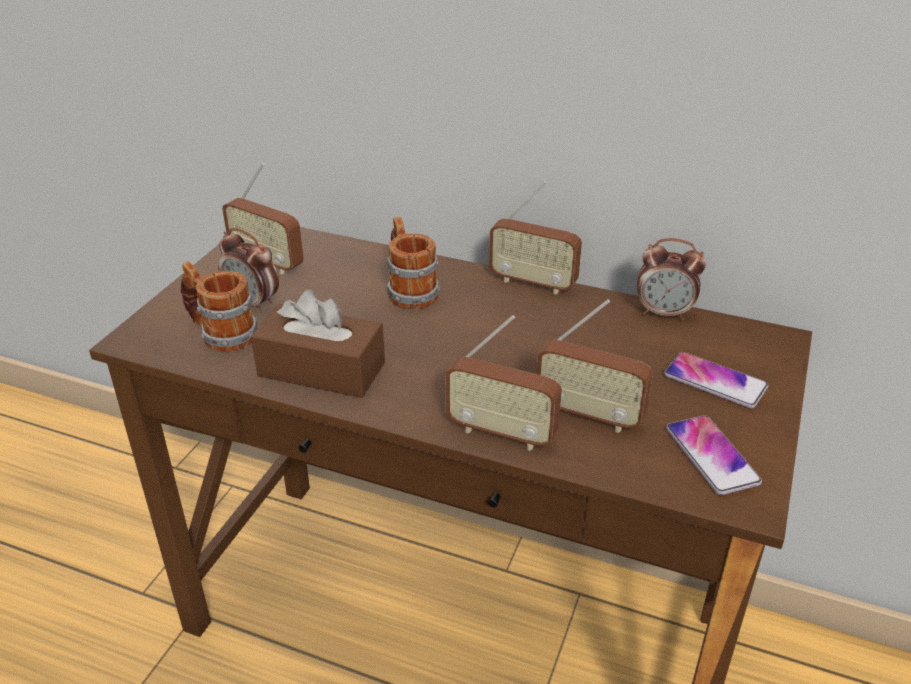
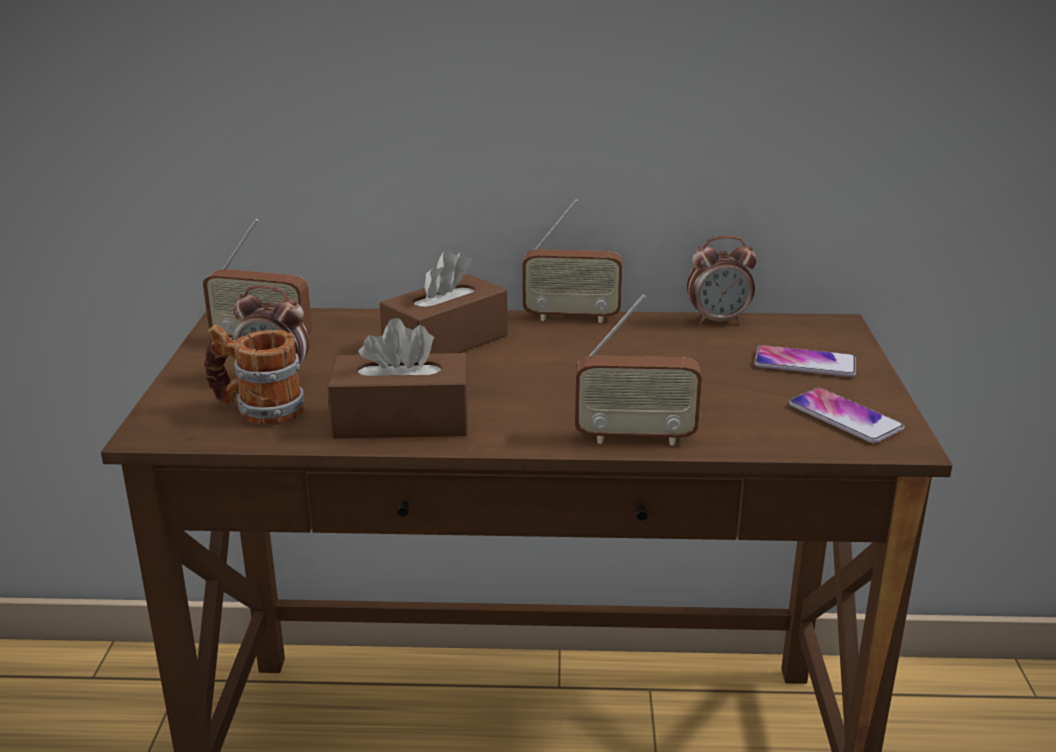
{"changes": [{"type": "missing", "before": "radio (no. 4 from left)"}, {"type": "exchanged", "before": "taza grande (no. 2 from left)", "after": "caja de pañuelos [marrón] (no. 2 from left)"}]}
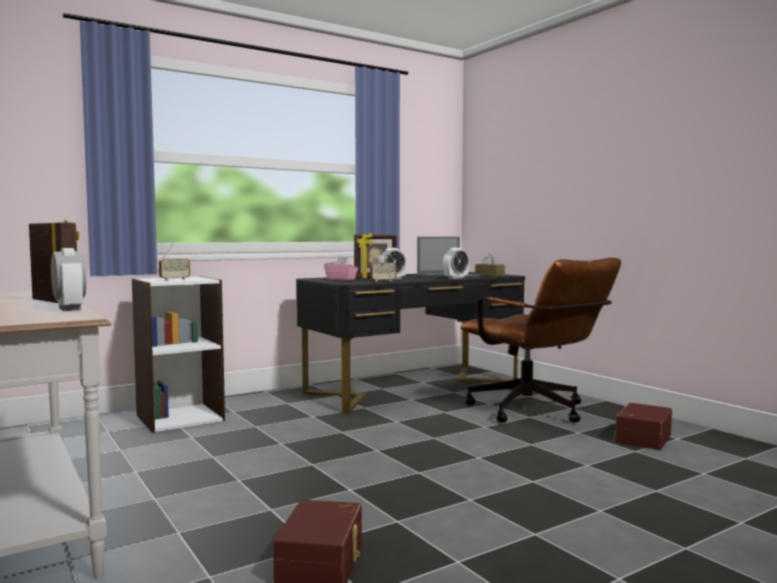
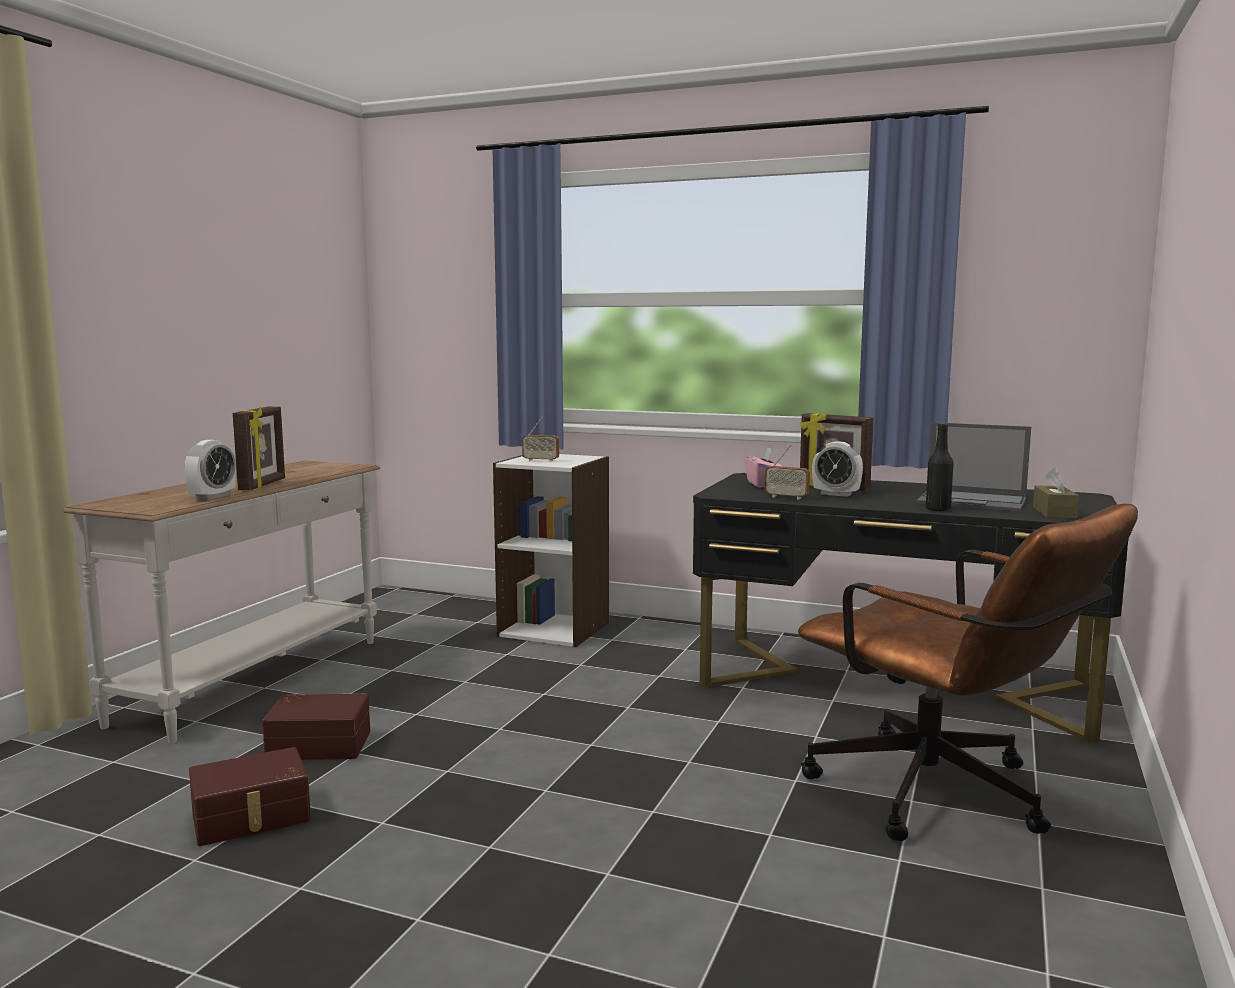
{"changes": [{"type": "relocated", "before": "caja de almacenaje [marrón] (no. 2 from left)"}, {"type": "exchanged", "before": "despertador (no. 3 from left)", "after": "botella [negro]"}, {"type": "spun", "before": "silla de oficina [marrón]", "turn": -60}]}
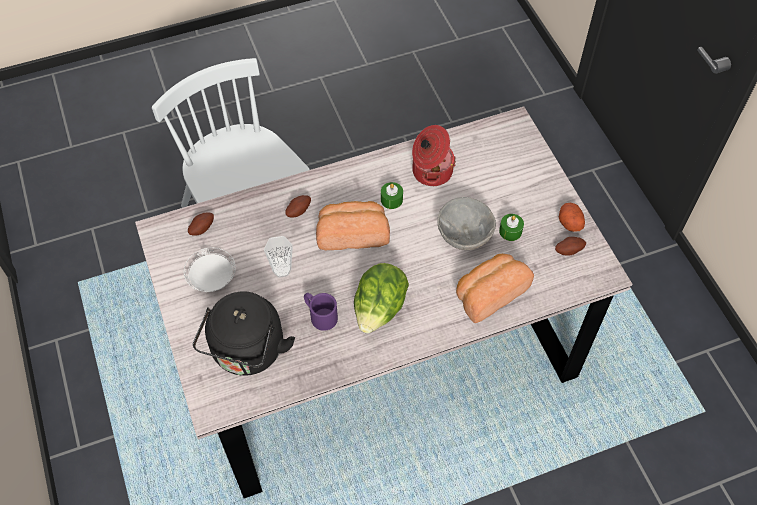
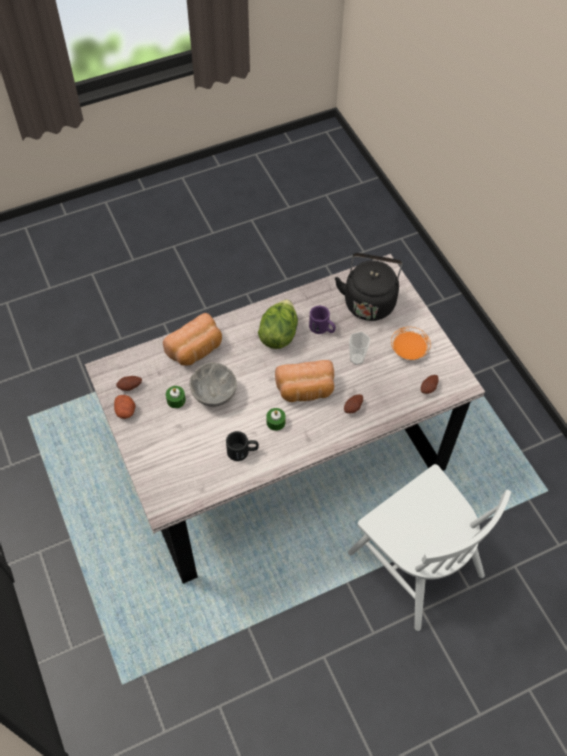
{"changes": [{"type": "exchanged", "before": "olla", "after": "taza grande [negro]"}, {"type": "colour", "before": "plato [blanco]", "after": "plato [naranja]"}]}
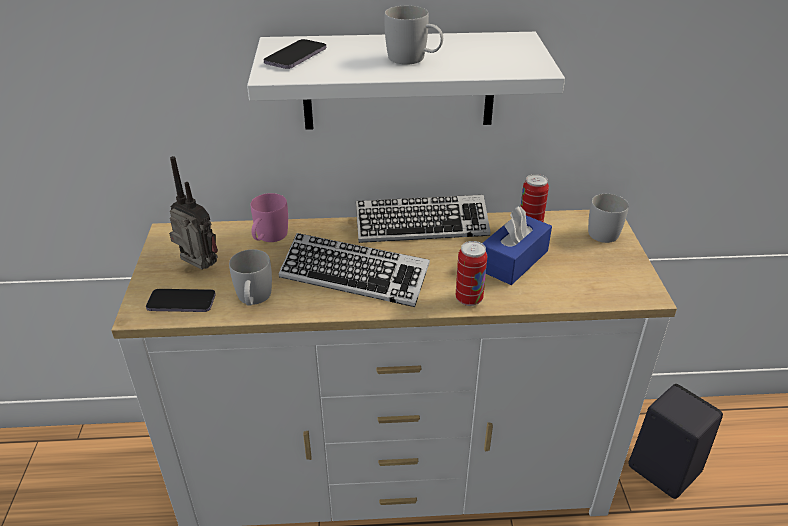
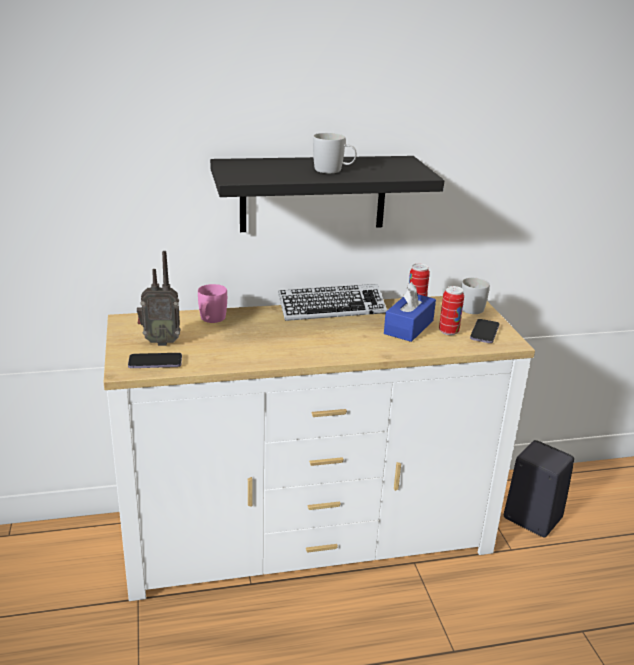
{"changes": [{"type": "missing", "before": "taza grande [blanco] (no. 1 from left)"}, {"type": "missing", "before": "teclado (no. 1 from left)"}, {"type": "relocated", "before": "móvil (no. 2 from left)"}, {"type": "relocated", "before": "lata (no. 1 from left in the first image)", "after": "lata (no. 2 from left)"}, {"type": "colour", "before": "estante [blanco]", "after": "estante [negro]"}, {"type": "spun", "before": "radio", "turn": 150}]}
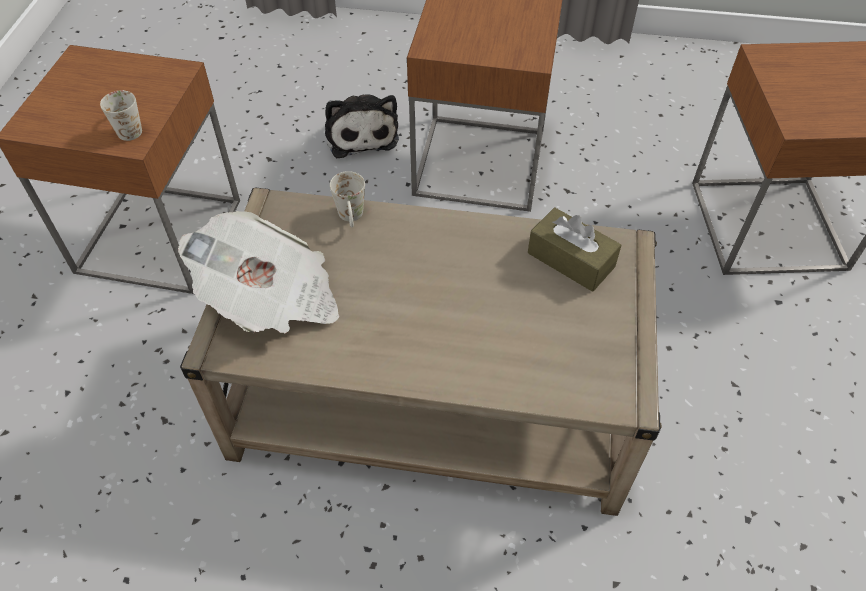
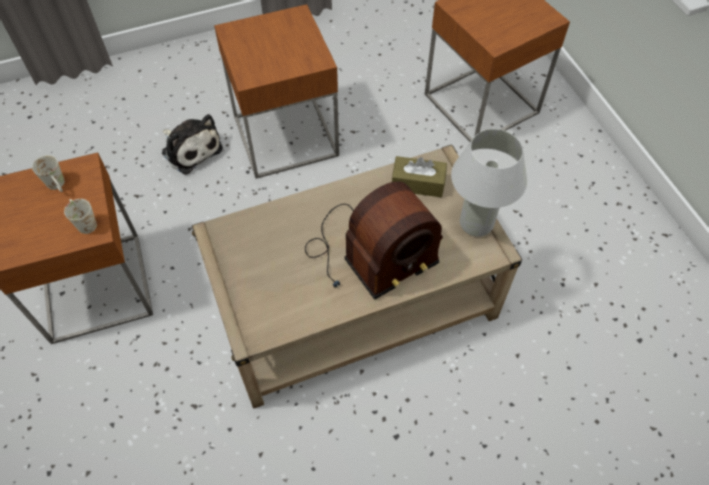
{"changes": [{"type": "missing", "before": "periódico"}, {"type": "appeared", "after": "radio"}, {"type": "appeared", "after": "lámpara de mesa [blanco]"}, {"type": "relocated", "before": "taza grande [blanco] (no. 2 from left in the first image)", "after": "taza grande [blanco] (no. 1 from left)"}]}
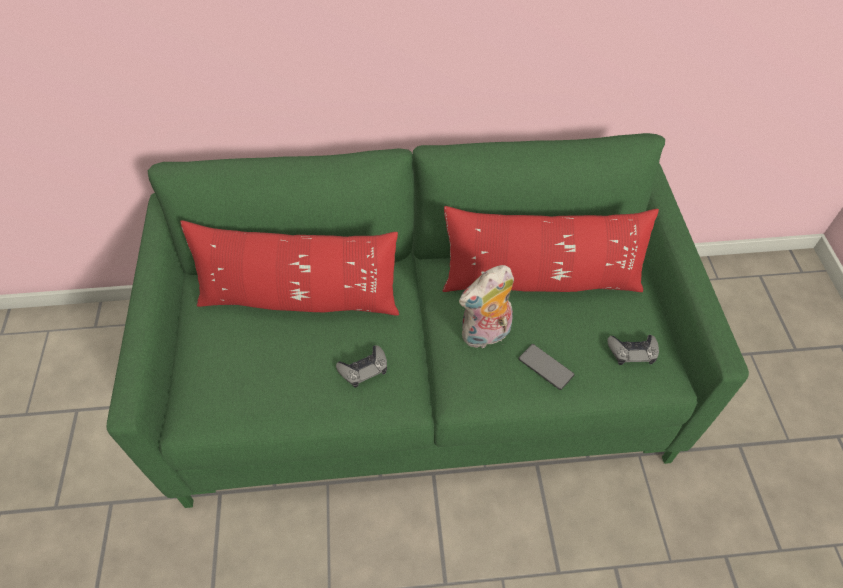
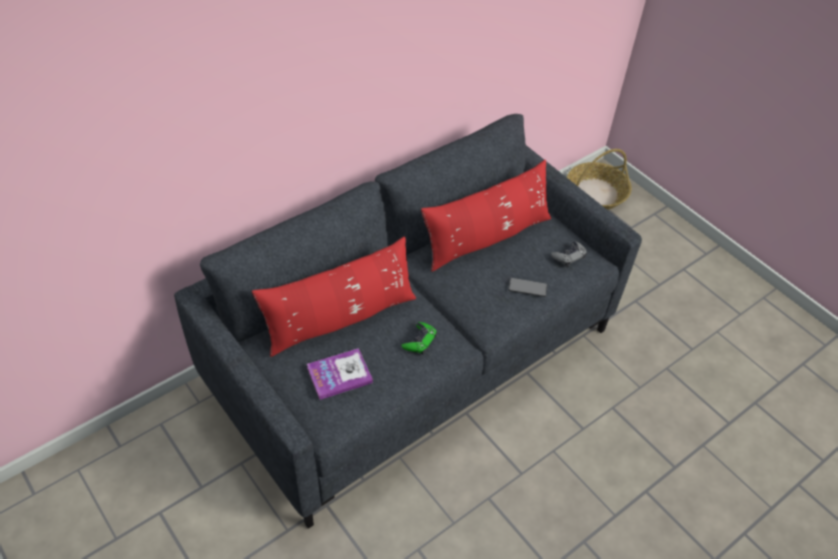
{"changes": [{"type": "missing", "before": "peluche"}, {"type": "appeared", "after": "libro"}, {"type": "appeared", "after": "cesta"}, {"type": "colour", "before": "sofá [verde]", "after": "sofá [gris]"}, {"type": "colour", "before": "mando de consola [gris] (no. 1 from left)", "after": "mando de consola [verde]"}]}
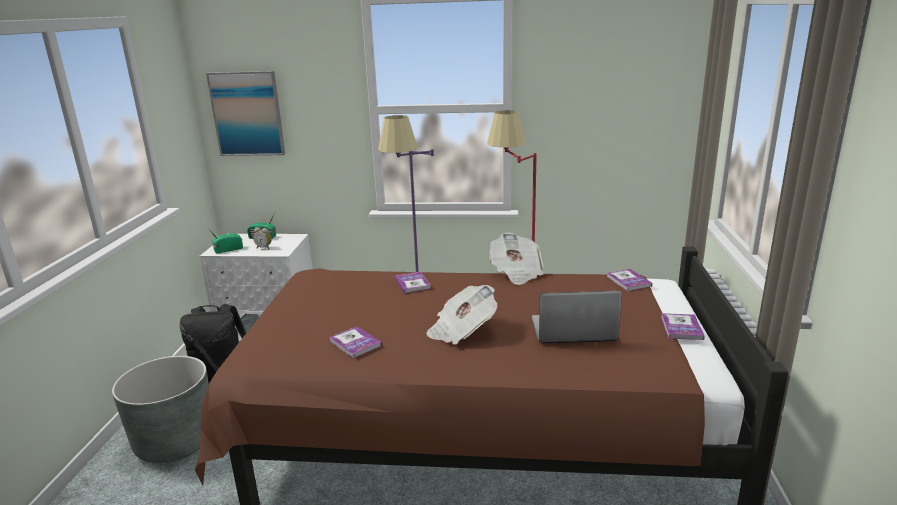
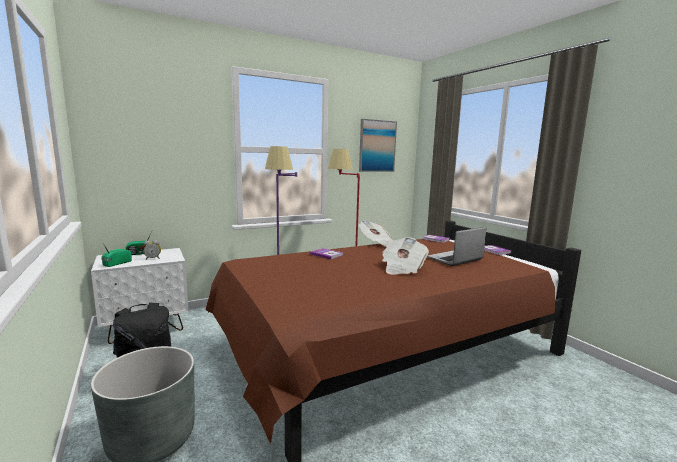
{"changes": [{"type": "missing", "before": "libro (no. 1 from left)"}, {"type": "relocated", "before": "cuadro"}]}
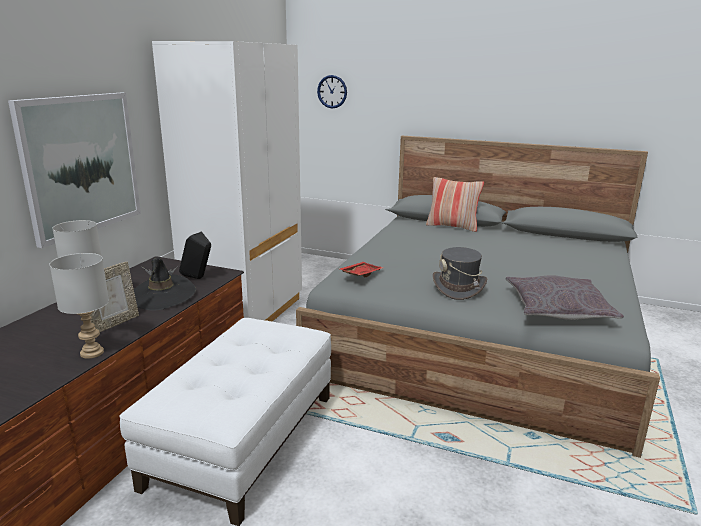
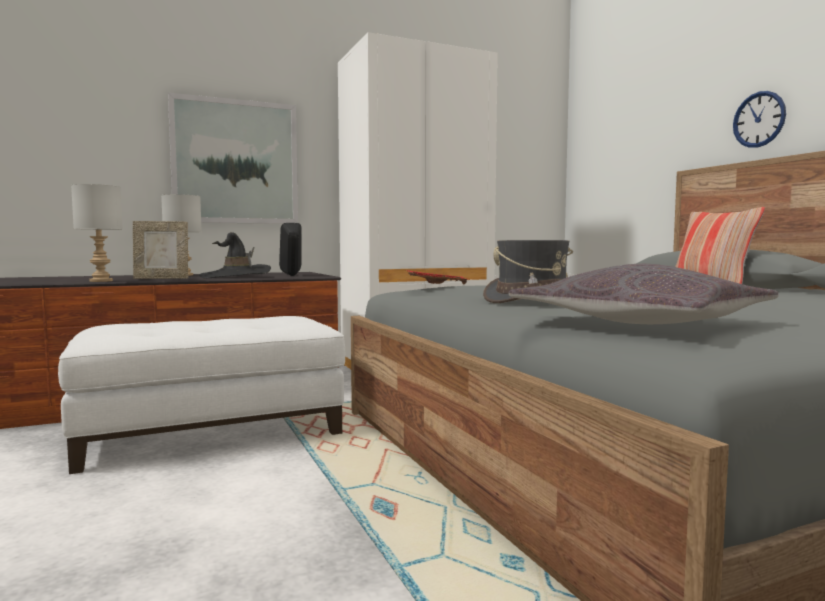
{"changes": [{"type": "relocated", "before": "reloj de pared"}]}
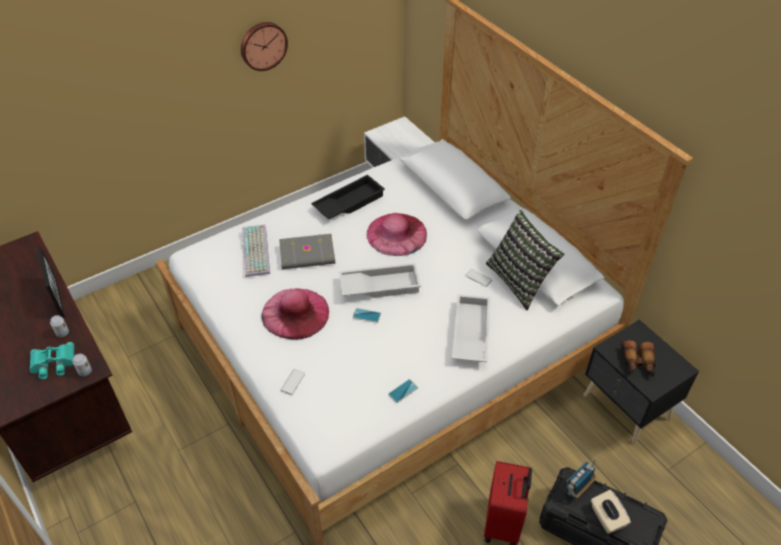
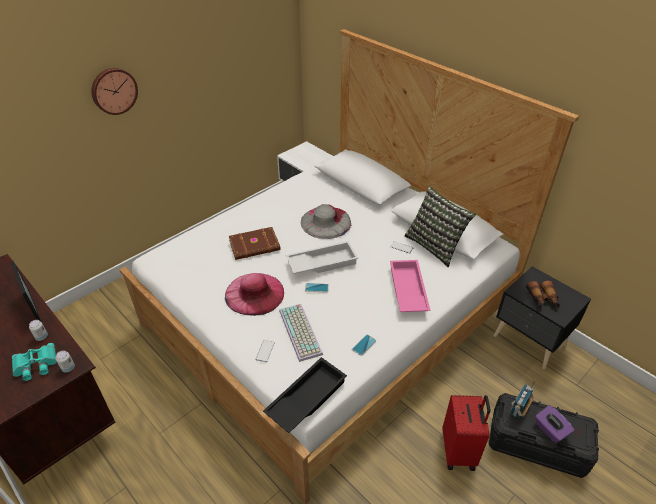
{"changes": [{"type": "relocated", "before": "reloj de pared"}, {"type": "relocated", "before": "teclado"}, {"type": "relocated", "before": "bandeja [negro]"}, {"type": "colour", "before": "libro [gris]", "after": "libro [marrón]"}, {"type": "colour", "before": "sombrero [rosa] (no. 2 from left)", "after": "sombrero [gris]"}, {"type": "colour", "before": "bandeja [blanco] (no. 2 from left)", "after": "bandeja [rosa]"}, {"type": "colour", "before": "caja de pañuelos [beis]", "after": "caja de pañuelos [morado]"}]}
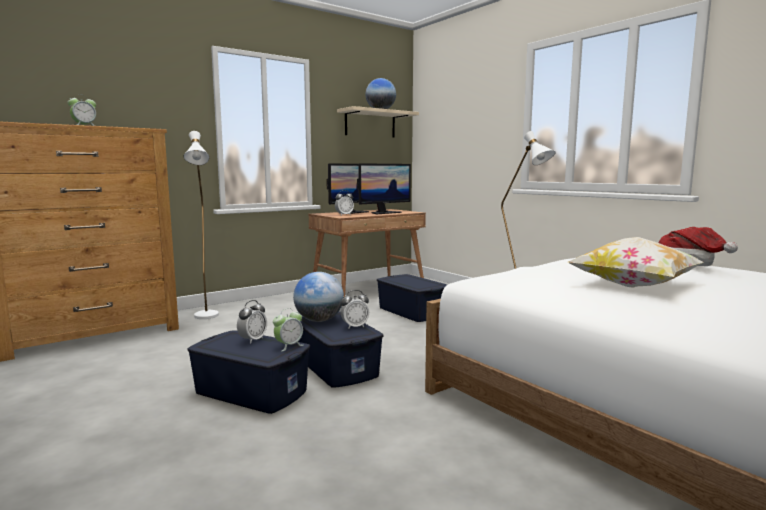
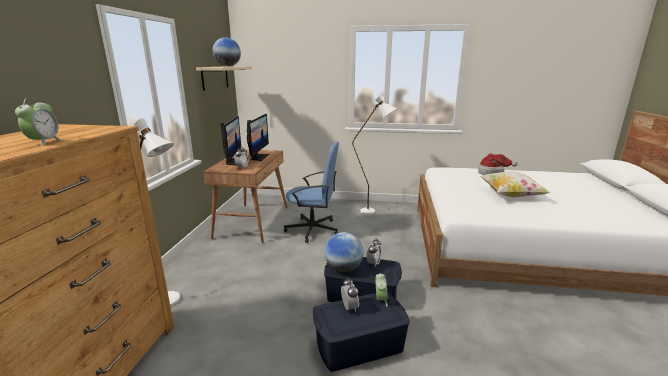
{"changes": [{"type": "exchanged", "before": "caja de almacenaje [azul] (no. 3 from left)", "after": "silla de oficina [azul]"}]}
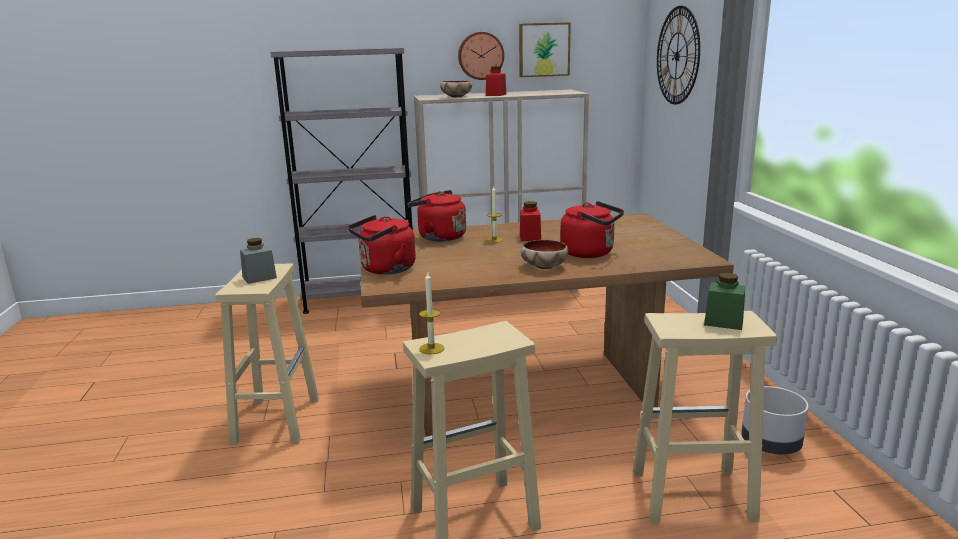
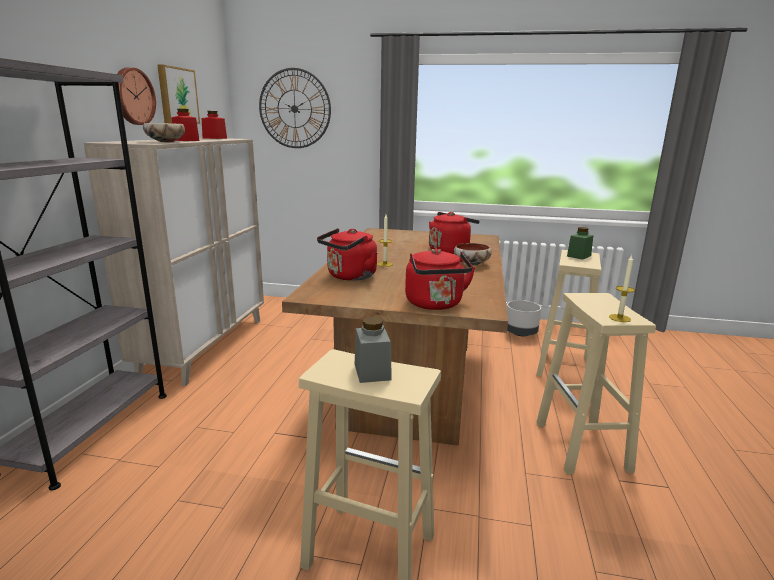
{"changes": [{"type": "relocated", "before": "tarro [rojo] (no. 2 from left)"}]}
